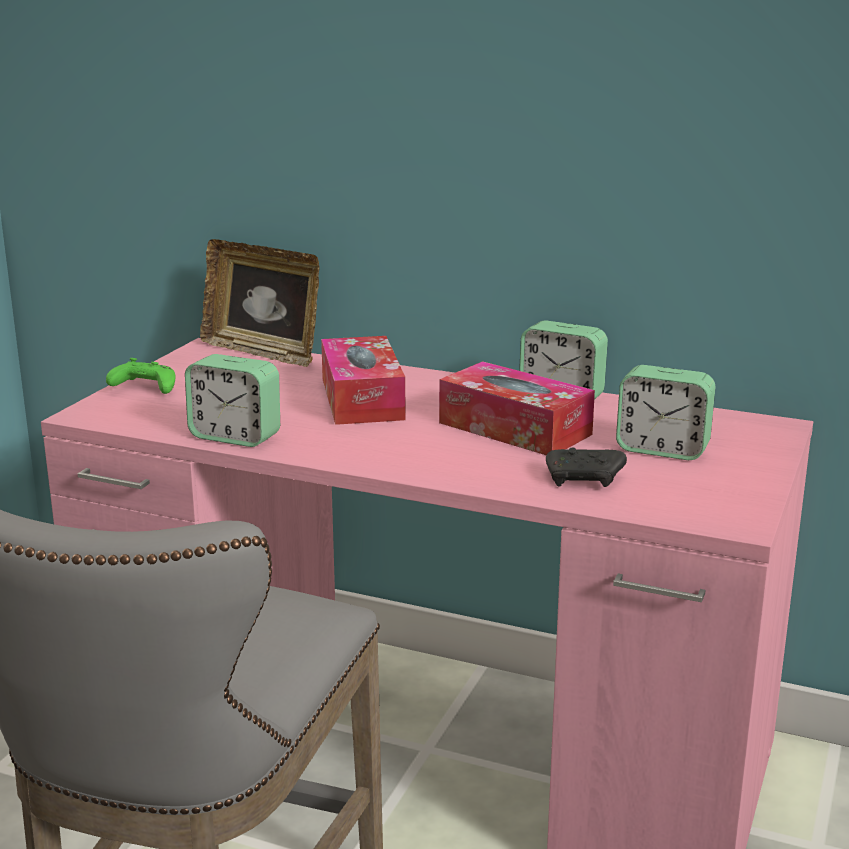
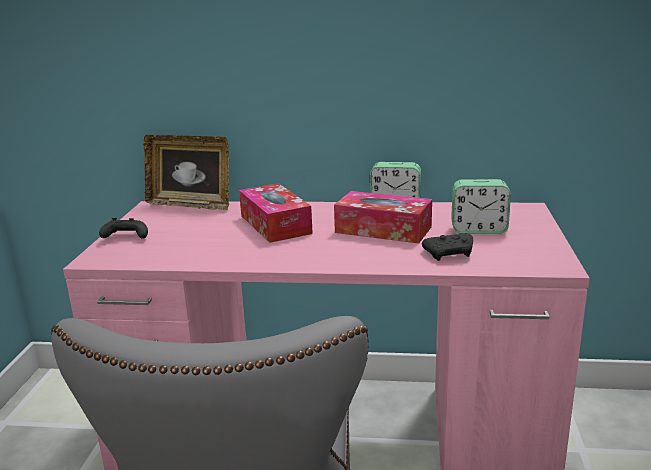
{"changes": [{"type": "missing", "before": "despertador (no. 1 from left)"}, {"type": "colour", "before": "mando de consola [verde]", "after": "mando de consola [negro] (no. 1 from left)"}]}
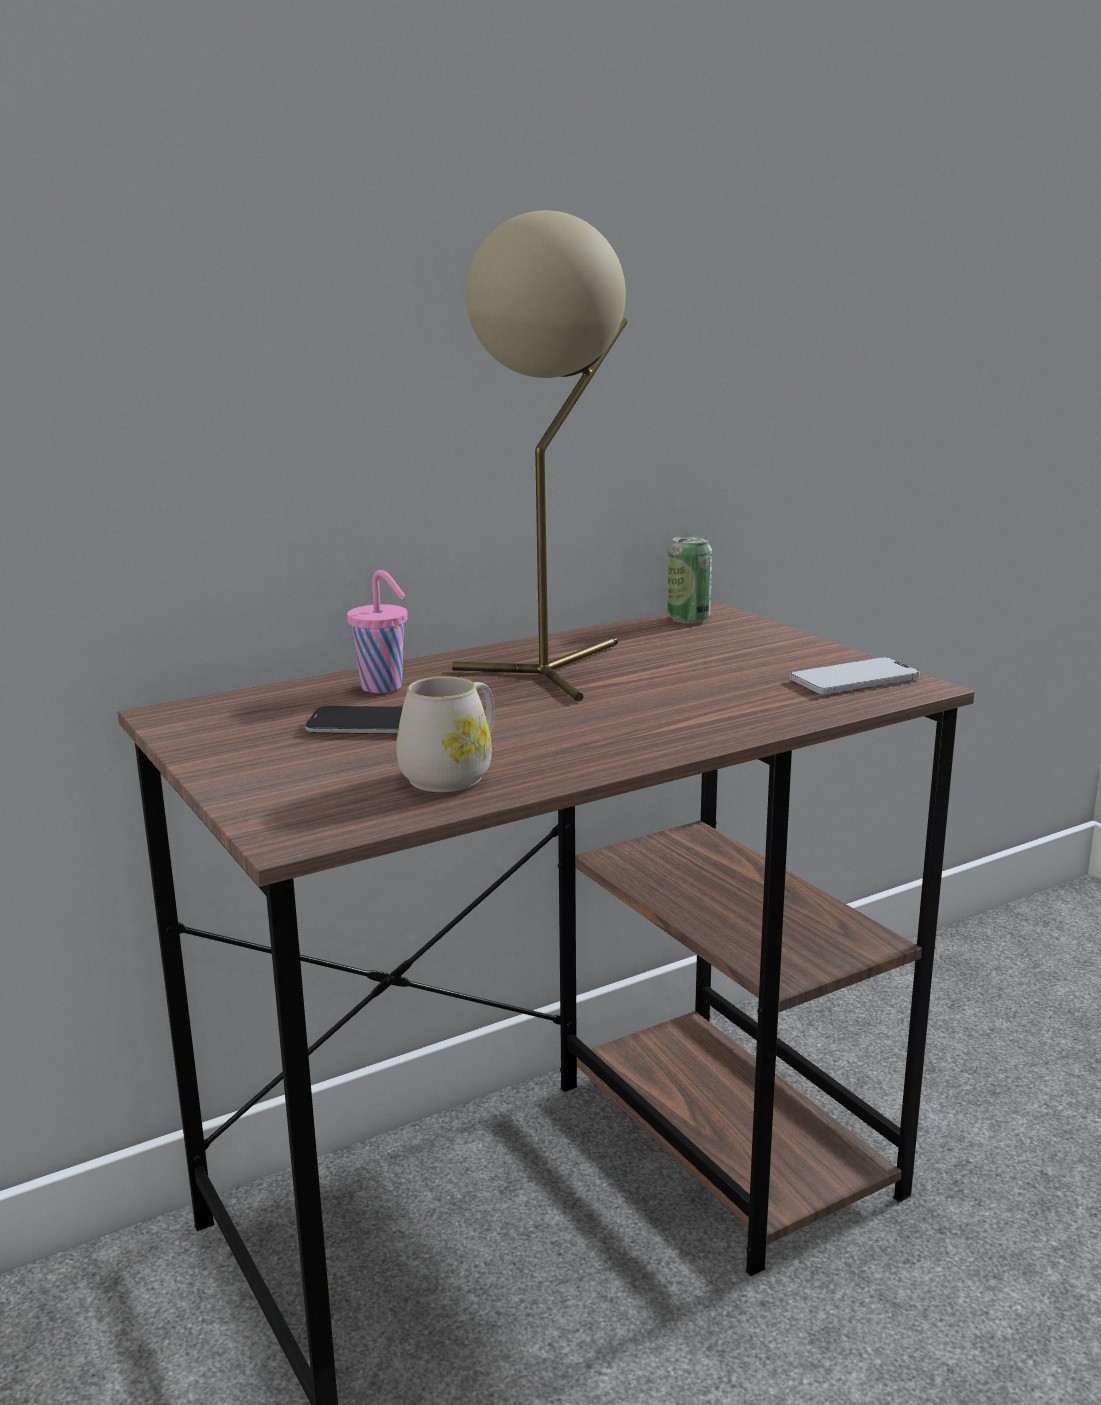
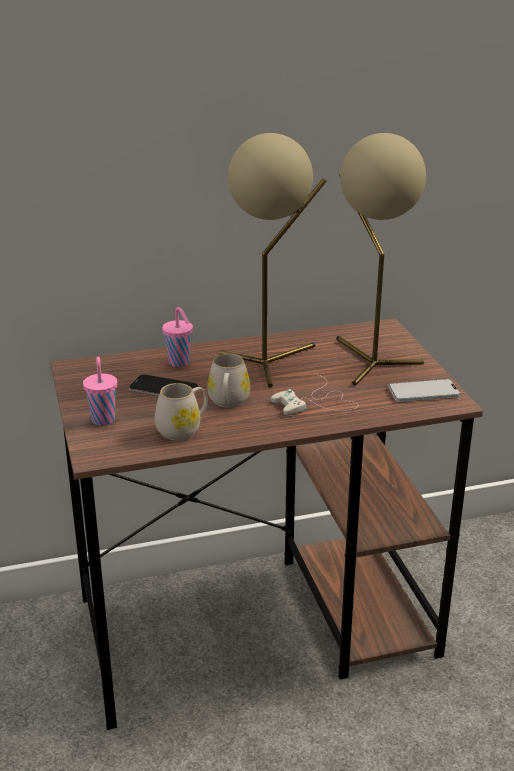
{"changes": [{"type": "missing", "before": "lata"}, {"type": "appeared", "after": "taza [rosa] (no. 1 from left)"}, {"type": "appeared", "after": "taza grande [blanco] (no. 2 from left)"}, {"type": "appeared", "after": "mando de consola [blanco]"}, {"type": "appeared", "after": "lámpara de mesa [beis] (no. 2 from left)"}]}
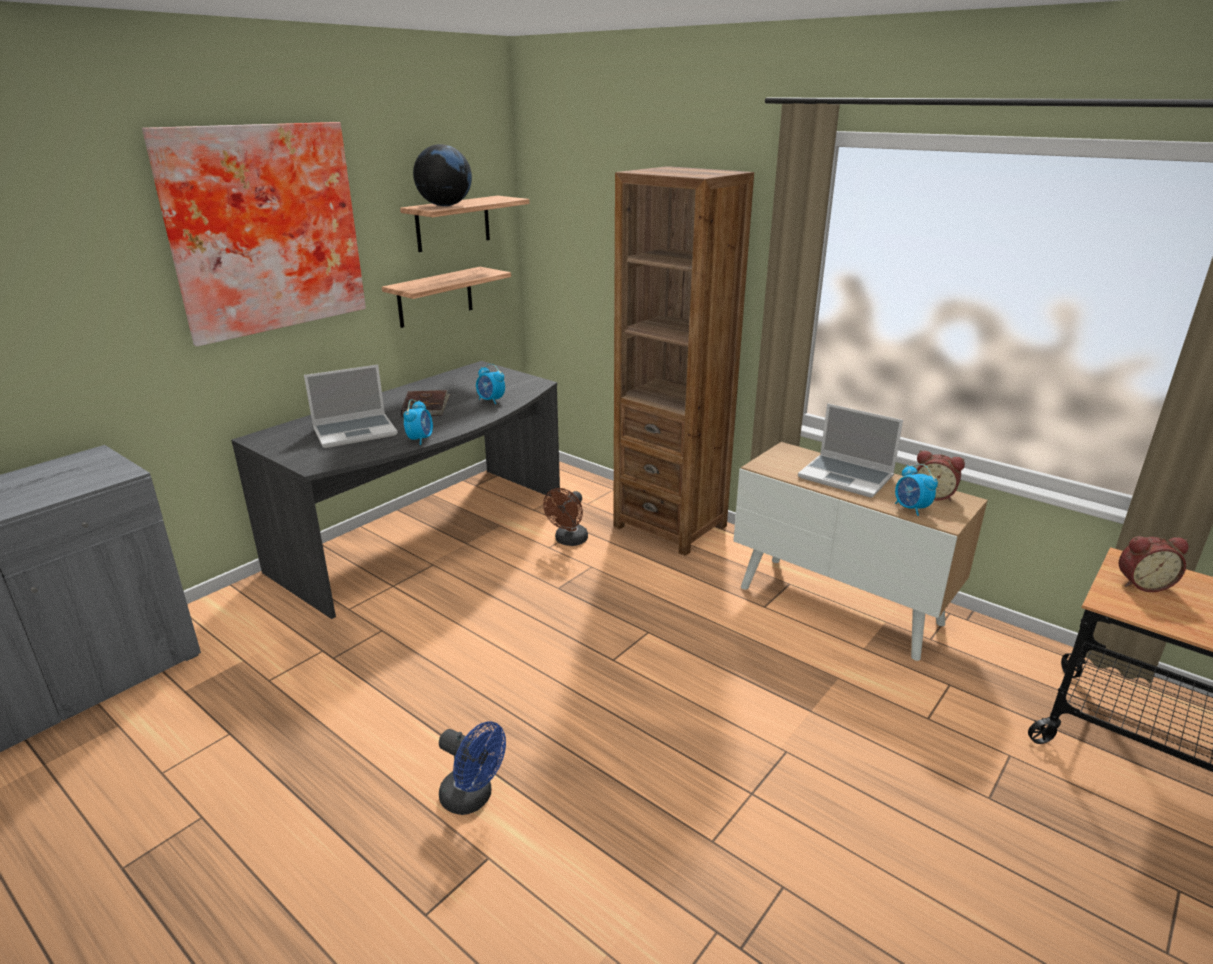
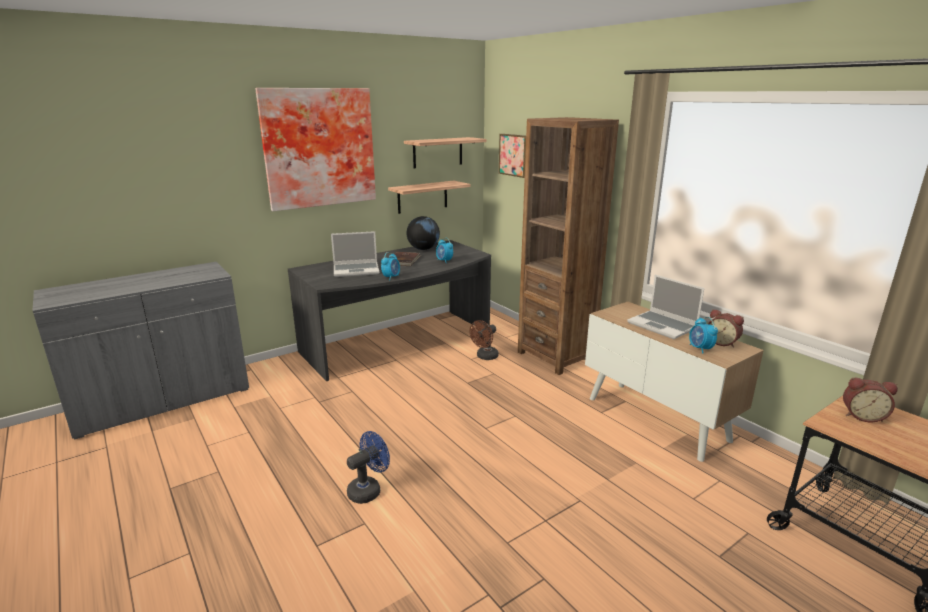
{"changes": [{"type": "appeared", "after": "cuadro (no. 2 from left)"}, {"type": "relocated", "before": "globo terráqueo"}, {"type": "spun", "before": "ventilador [azul]", "turn": -90}]}
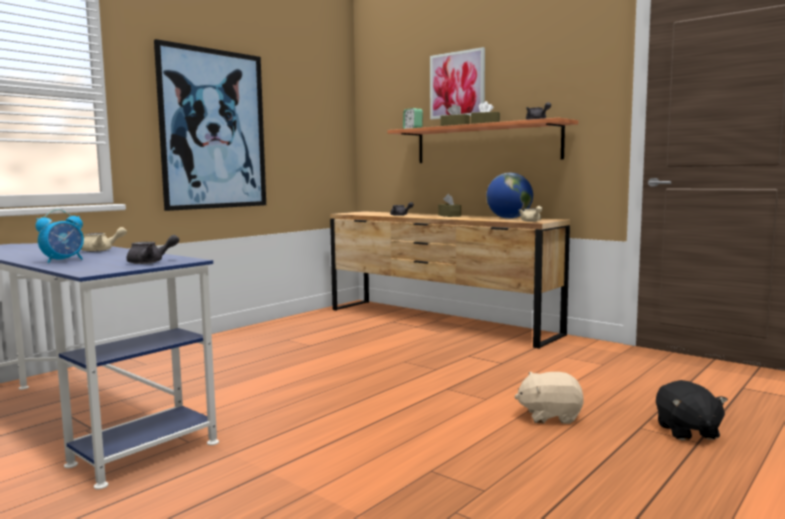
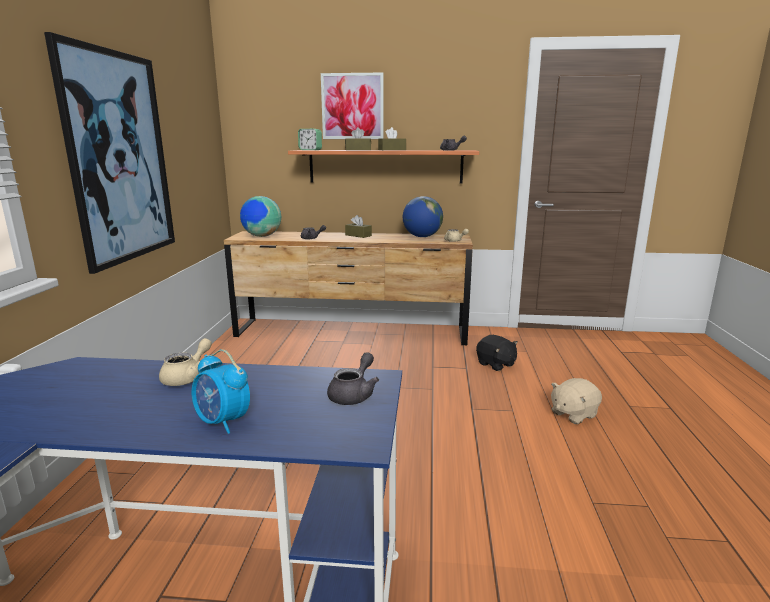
{"changes": [{"type": "appeared", "after": "globo terráqueo (no. 1 from left)"}, {"type": "relocated", "before": "peluche [negro]"}, {"type": "spun", "before": "despertador (no. 1 from left)", "turn": 120}]}
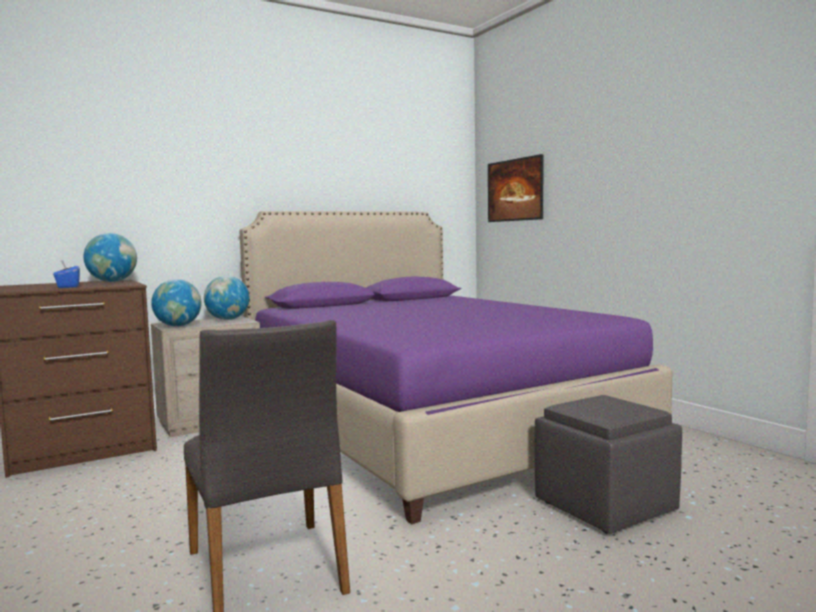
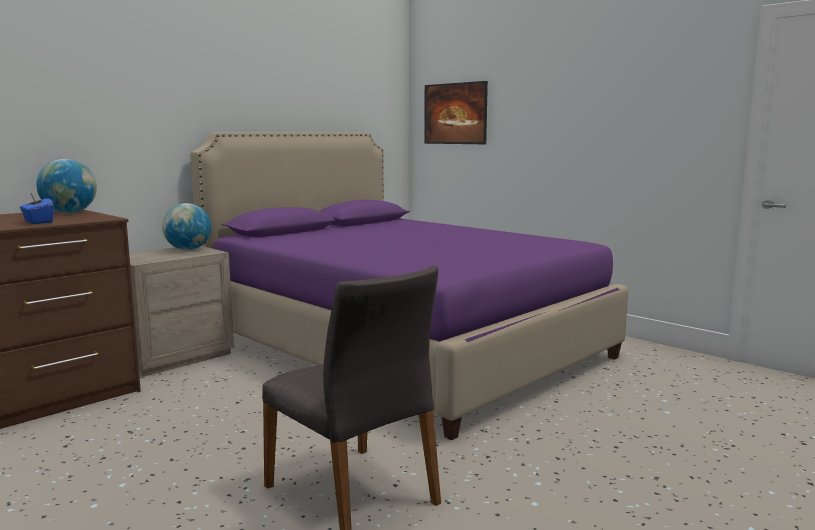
{"changes": [{"type": "missing", "before": "globo terráqueo (no. 2 from left)"}, {"type": "missing", "before": "puf [gris]"}]}
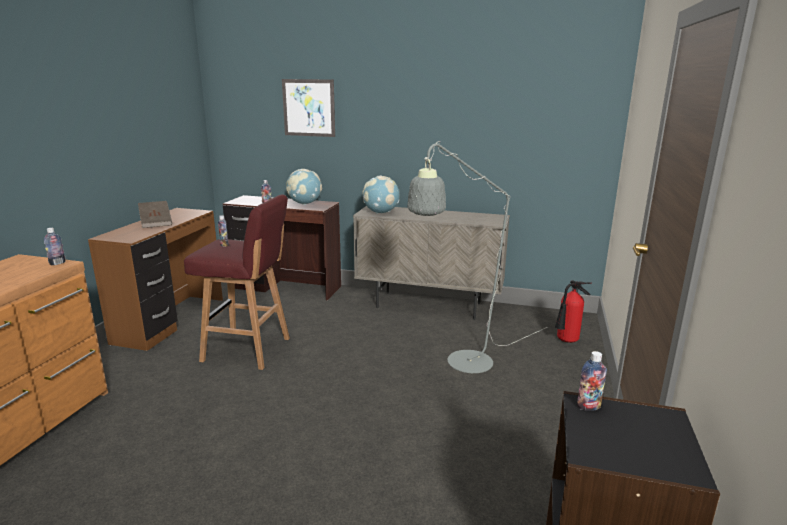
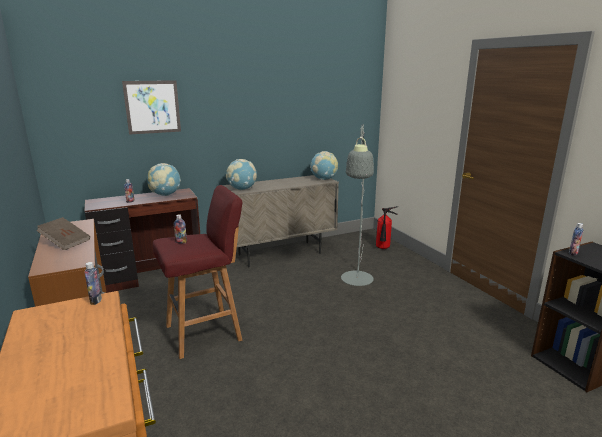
{"changes": [{"type": "appeared", "after": "globo terráqueo (no. 3 from left)"}]}
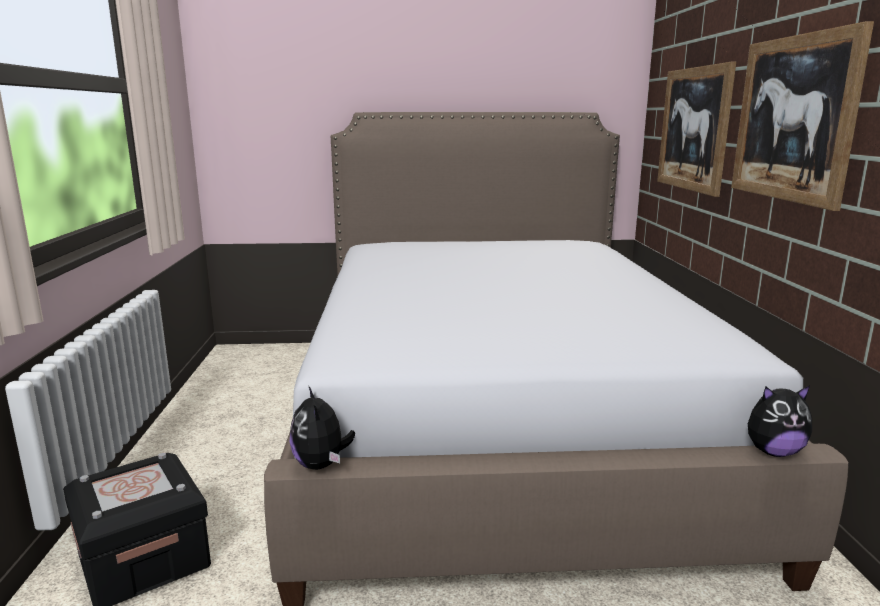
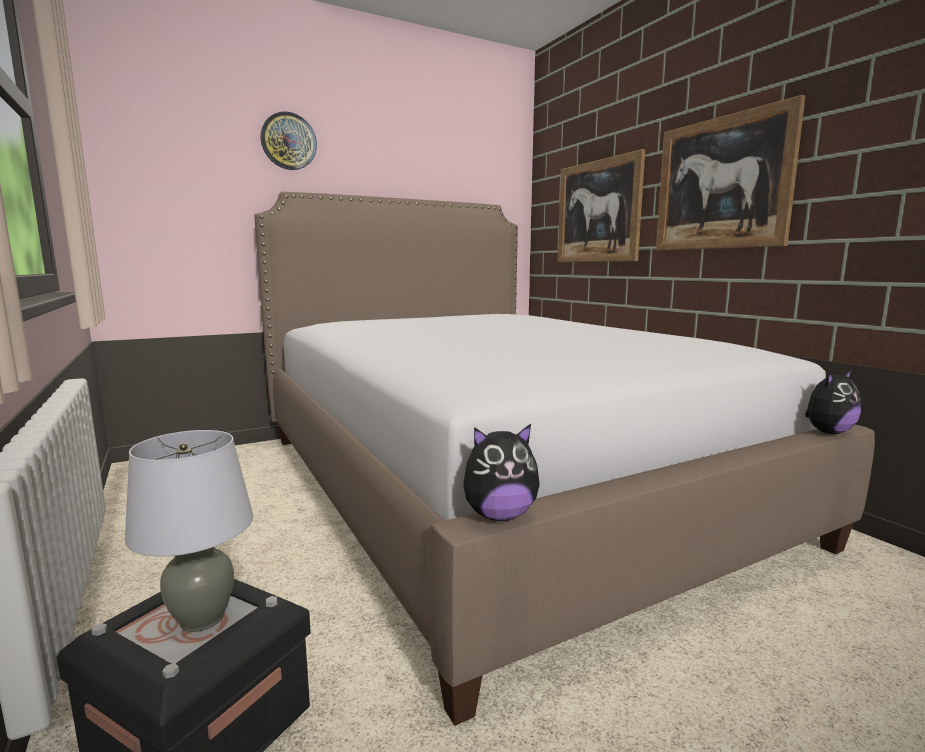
{"changes": [{"type": "appeared", "after": "lámpara de mesa [gris]"}, {"type": "appeared", "after": "reloj de pared"}, {"type": "spun", "before": "peluche (no. 1 from left)", "turn": -60}]}
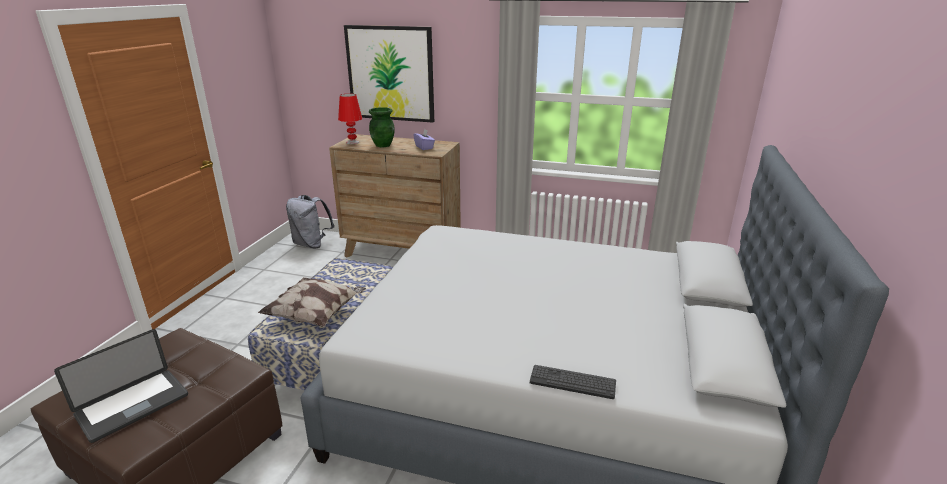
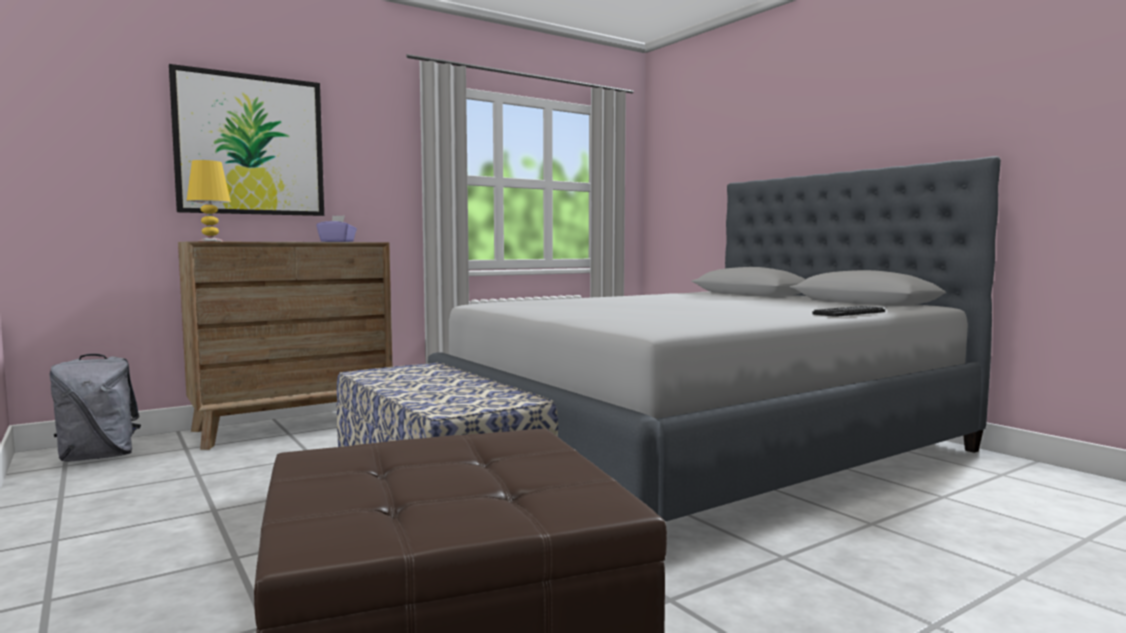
{"changes": [{"type": "missing", "before": "portátil"}, {"type": "missing", "before": "cojín"}, {"type": "missing", "before": "florero [verde]"}, {"type": "colour", "before": "lámpara de mesa [rojo]", "after": "lámpara de mesa [amarillo]"}]}
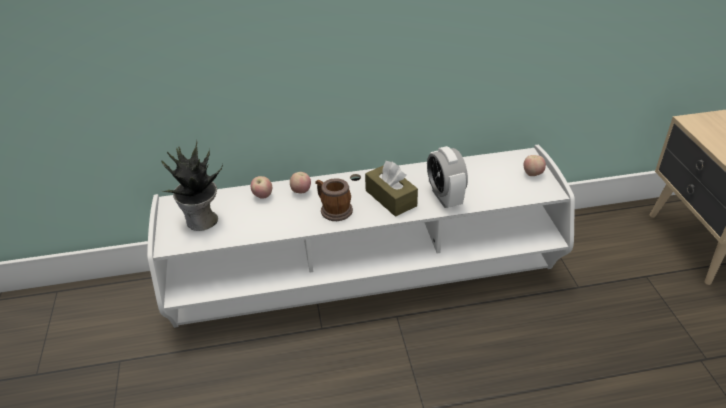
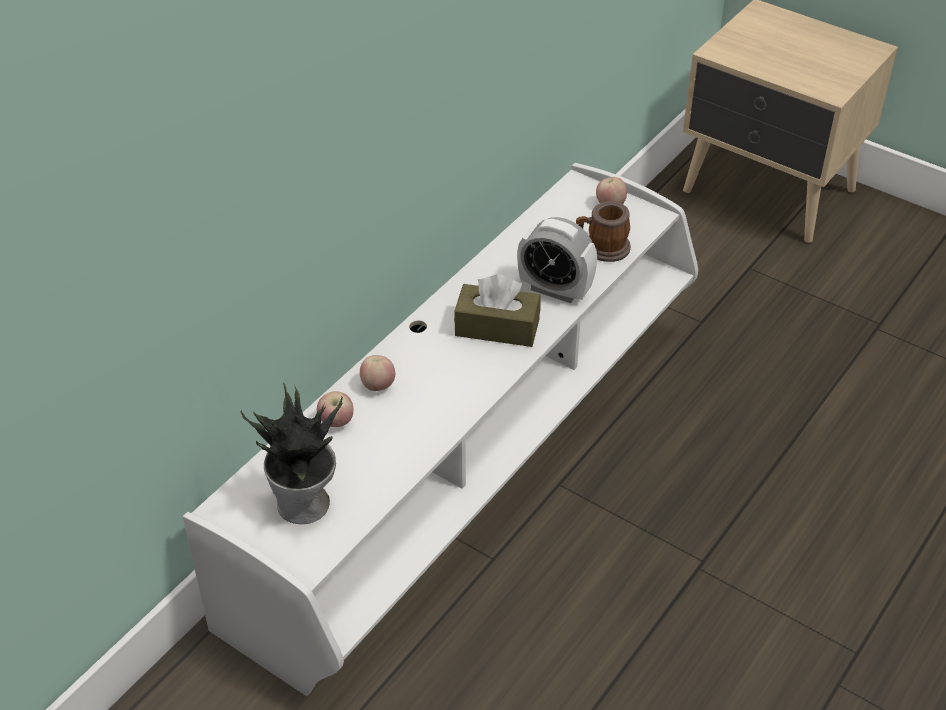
{"changes": [{"type": "relocated", "before": "taza grande"}]}
